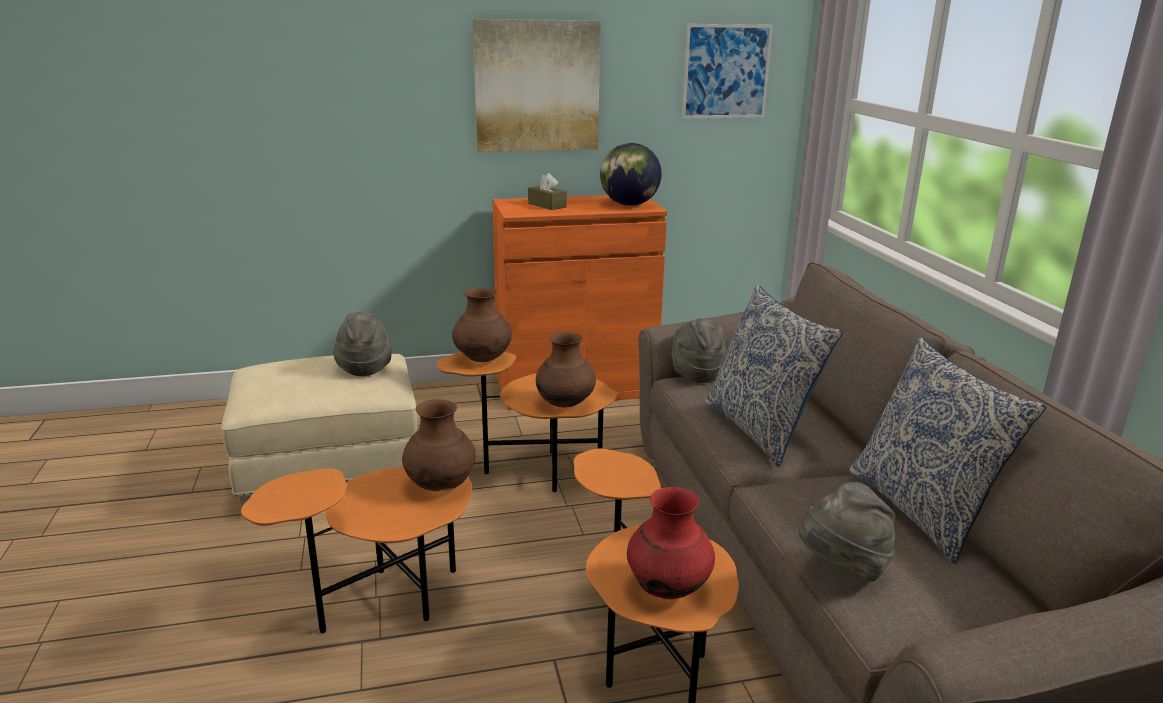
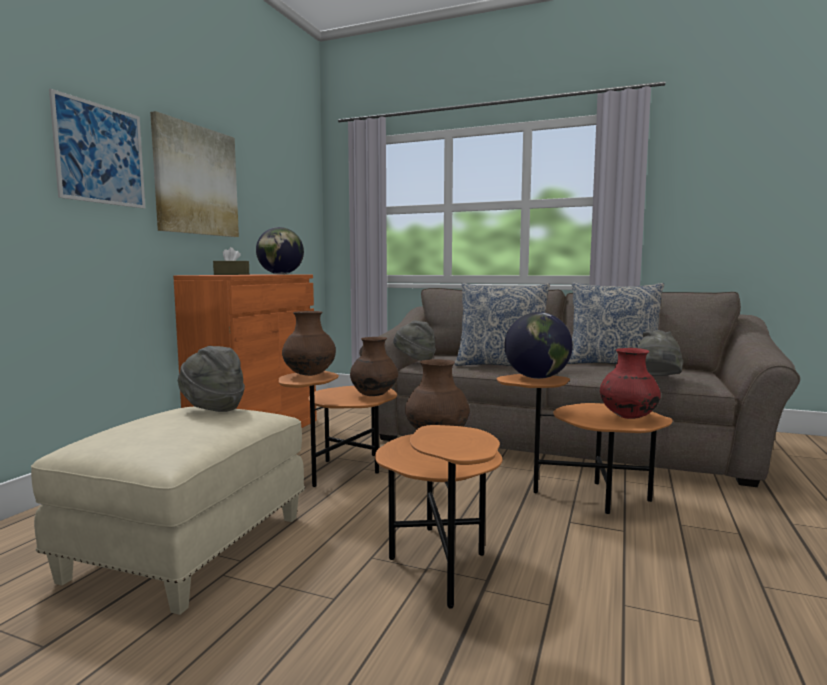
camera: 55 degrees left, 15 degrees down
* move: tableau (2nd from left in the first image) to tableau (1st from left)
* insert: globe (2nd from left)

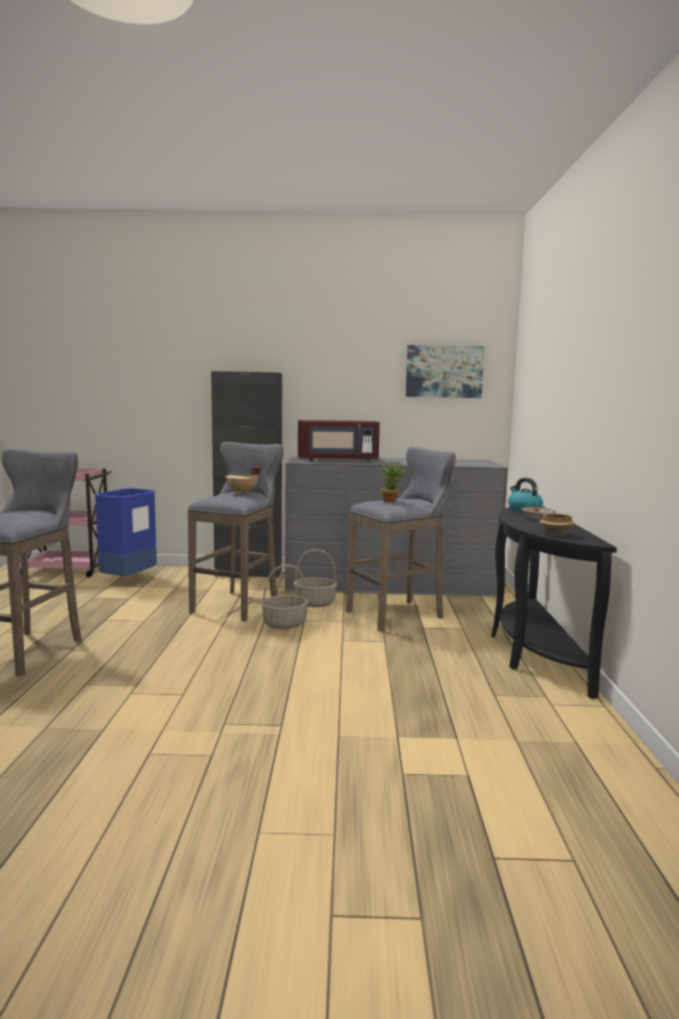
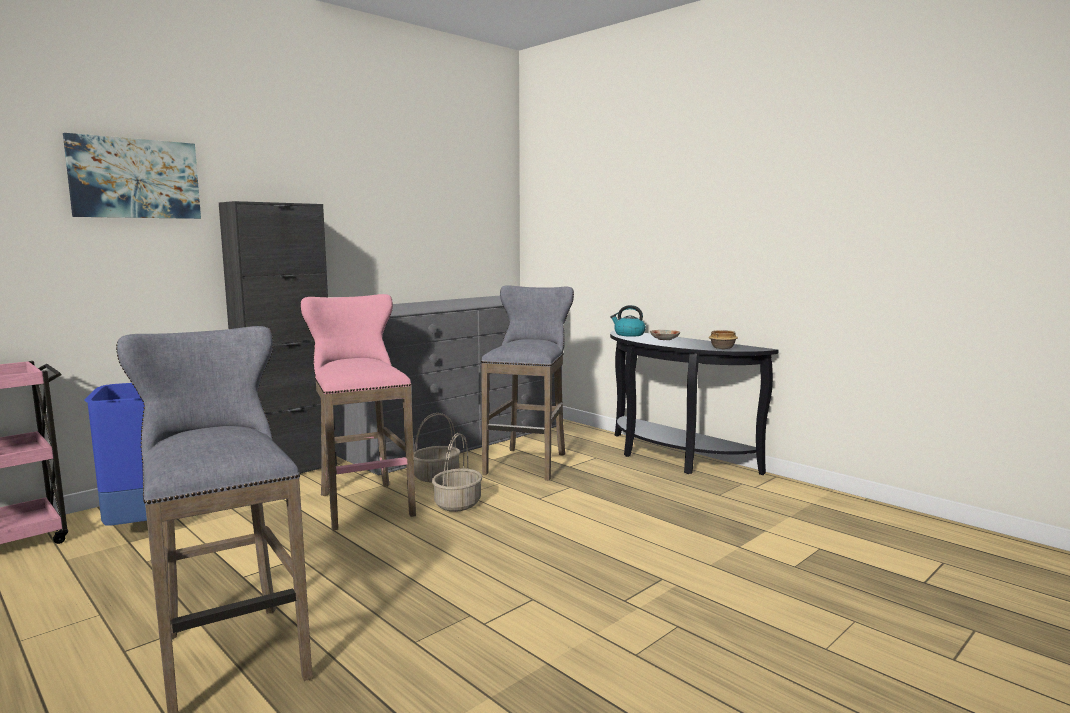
camera: 45 degrees left, 0 degrees up
* move: tableau
* delete: micro-ondes/rouge
* recolor: tabouret/gris (2nd from left) to tabouret/rose
* delete: plante en pot
* delete: marmite/beige

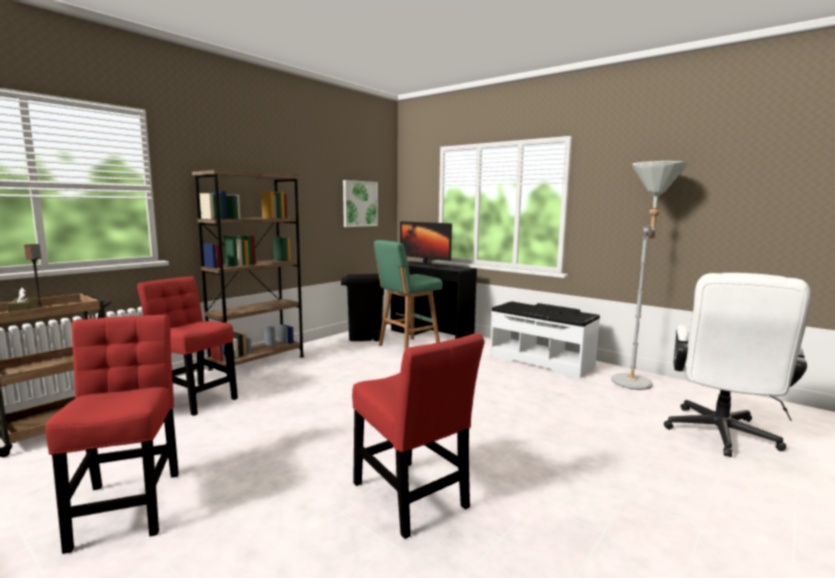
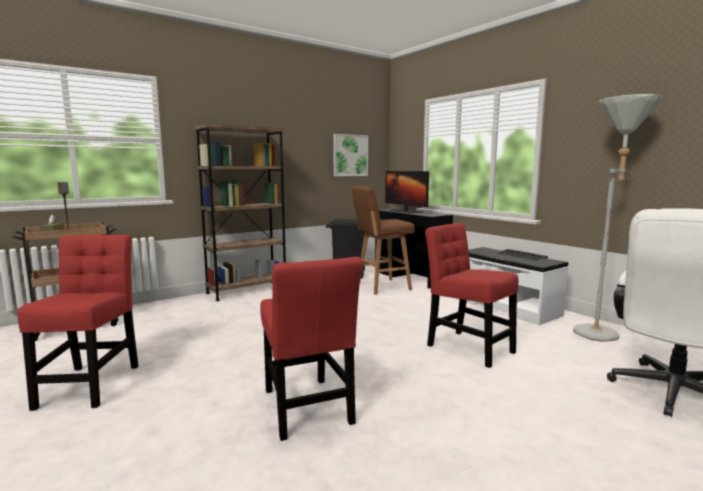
camera: 15 degrees right, 0 degrees up
* recolor: tabouret/vert to tabouret/marron
* move: chaise/rouge (2nd from left in the first image) to chaise/rouge (3rd from left)

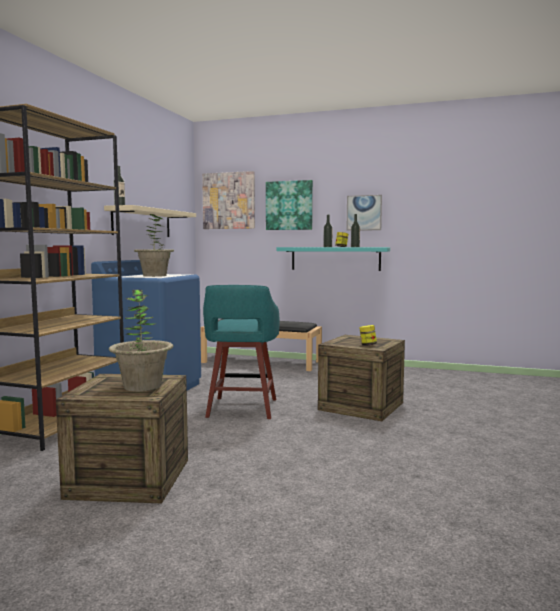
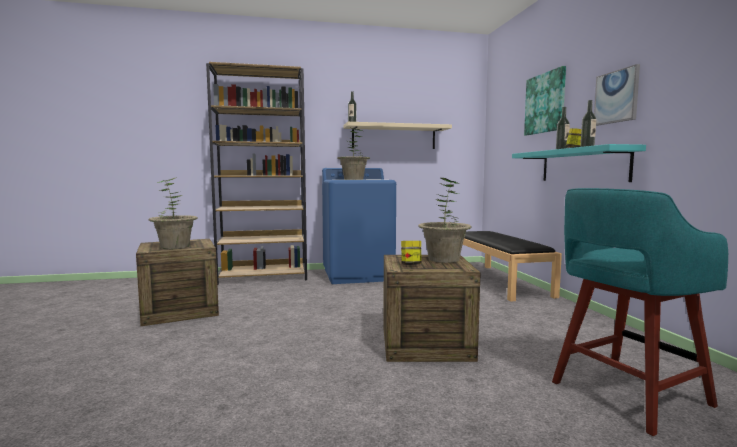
camera: 60 degrees right, 0 degrees up
* delete: tableau (1st from left)
* move: tabouret/turquoise
* insert: plante en pot (3rd from left)

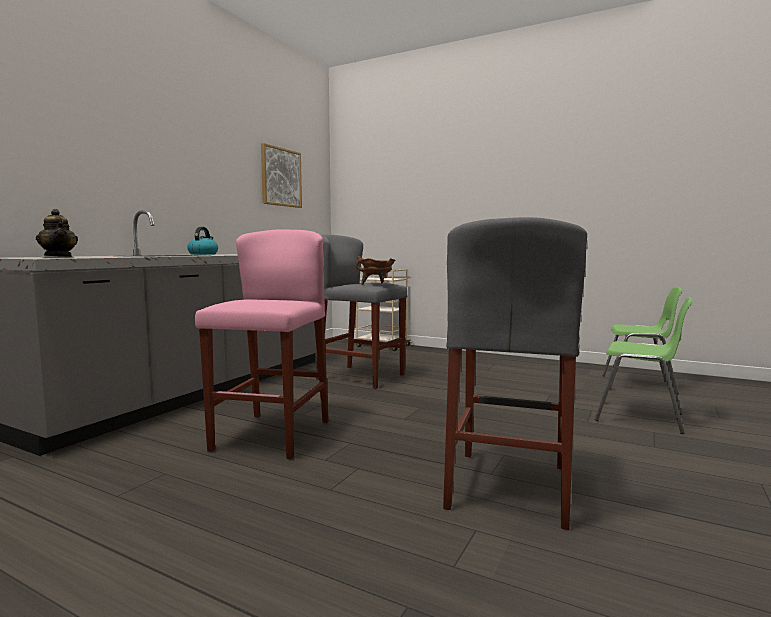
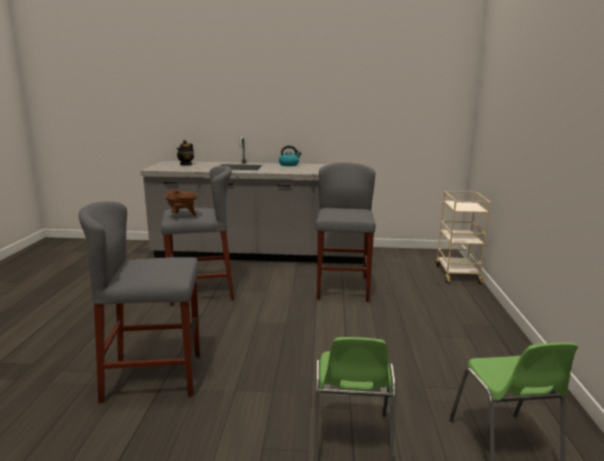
camera: 65 degrees right, 10 degrees up
* delete: tableau
* recolor: tabouret/rose to tabouret/gris (2nd from left)
* move: marmite/marron

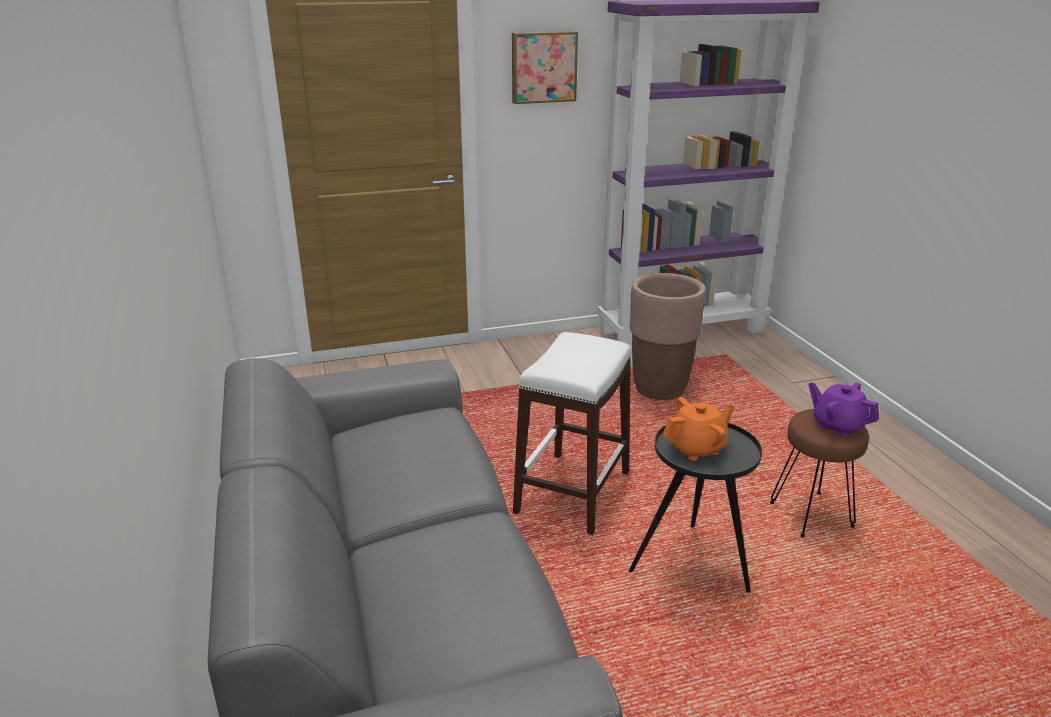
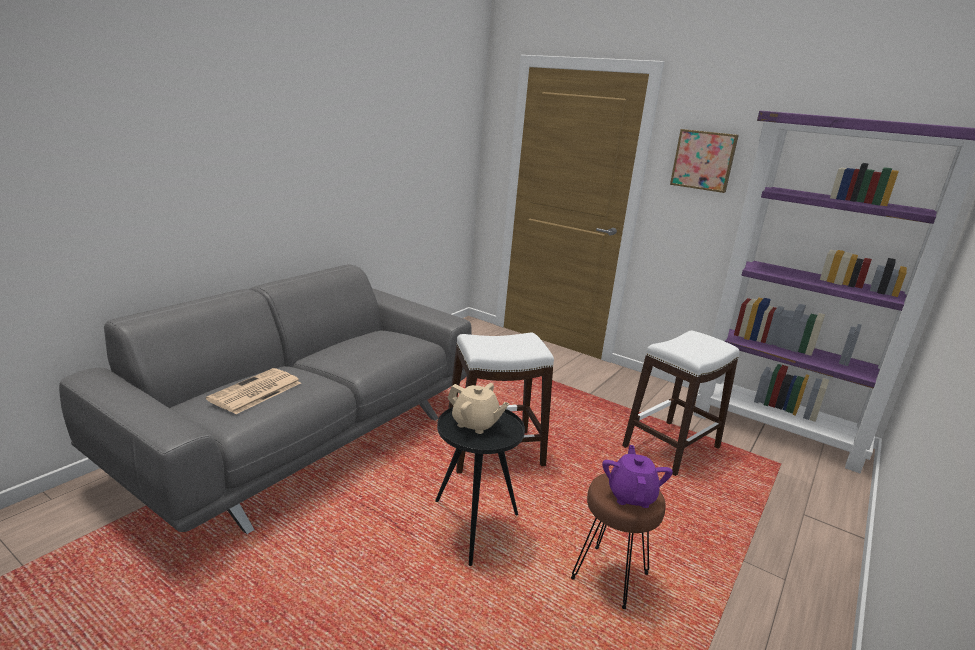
camera: 50 degrees right, 5 degrees down
* replace: cache-pot/marron to tabouret/blanc (2nd from left)
* recolor: théière/orange to théière/beige
* insert: journal

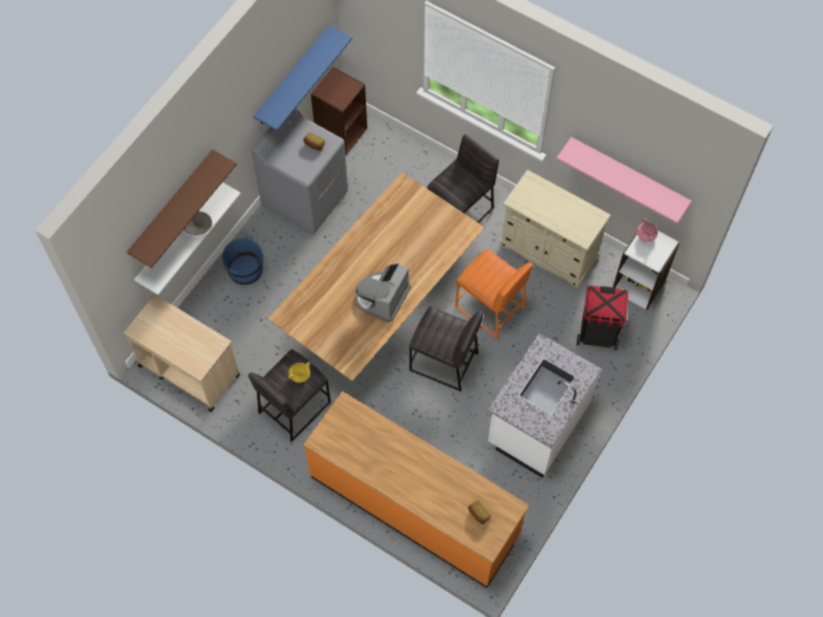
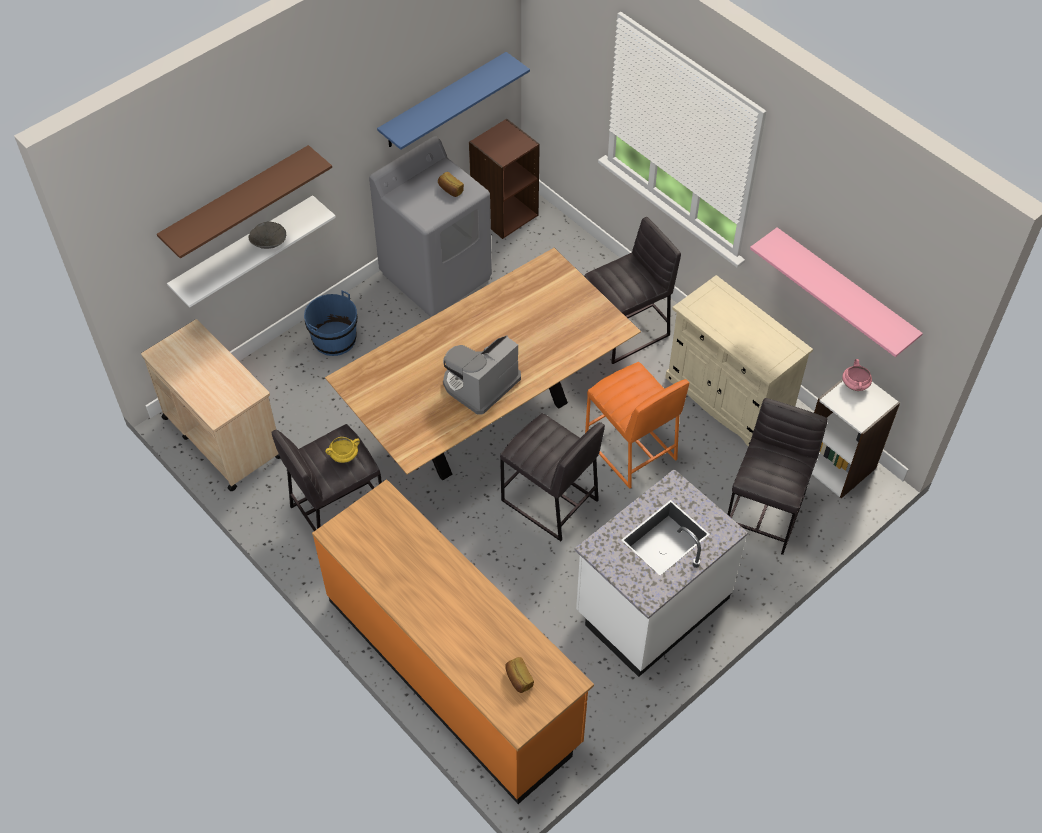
camera: 15 degrees right, 10 degrees down
* replace: poubelle/noir to tabouret/gris (4th from left)

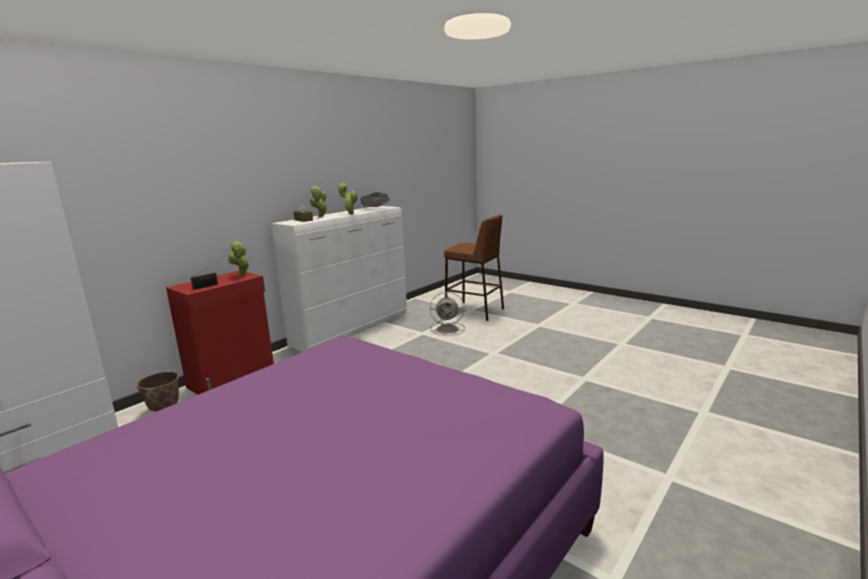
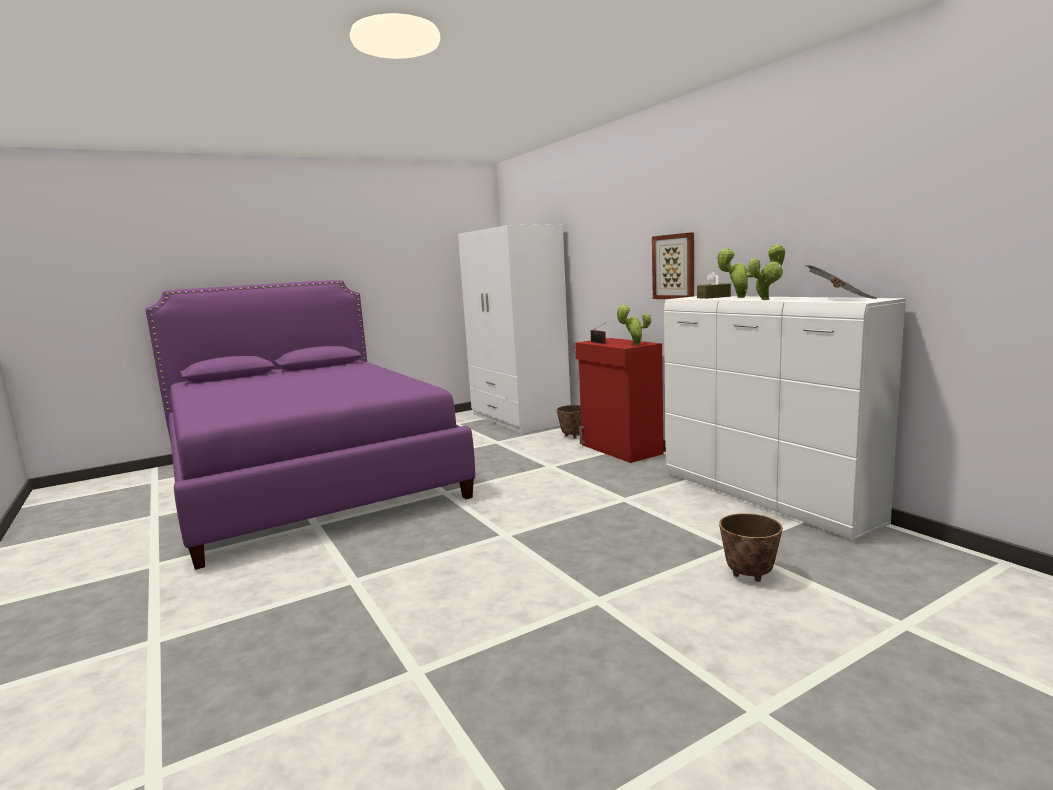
camera: 110 degrees right, 5 degrees down
* delete: tabouret/marron
* replace: ventilateur/gris to cache-pot (2nd from left)
* insert: tableau

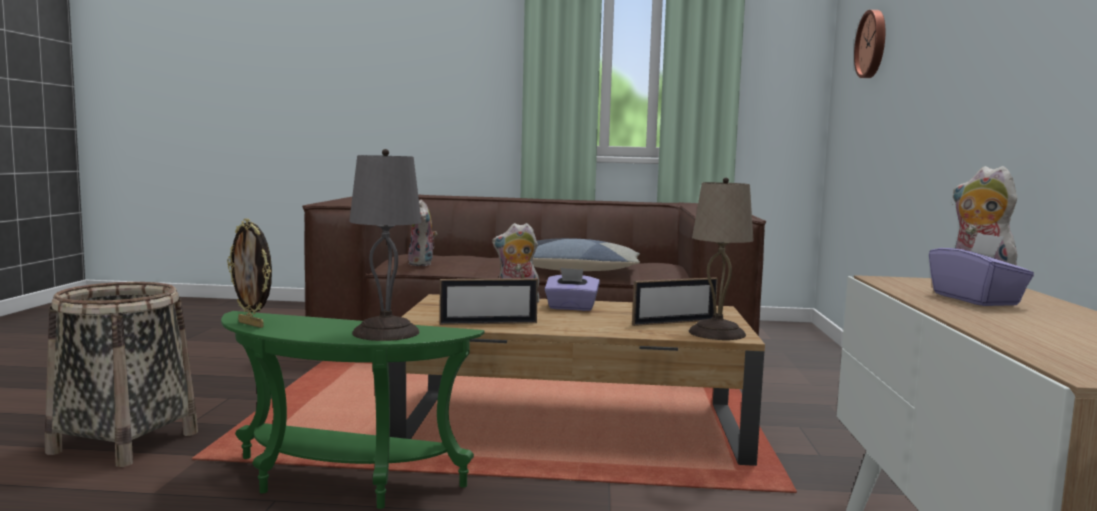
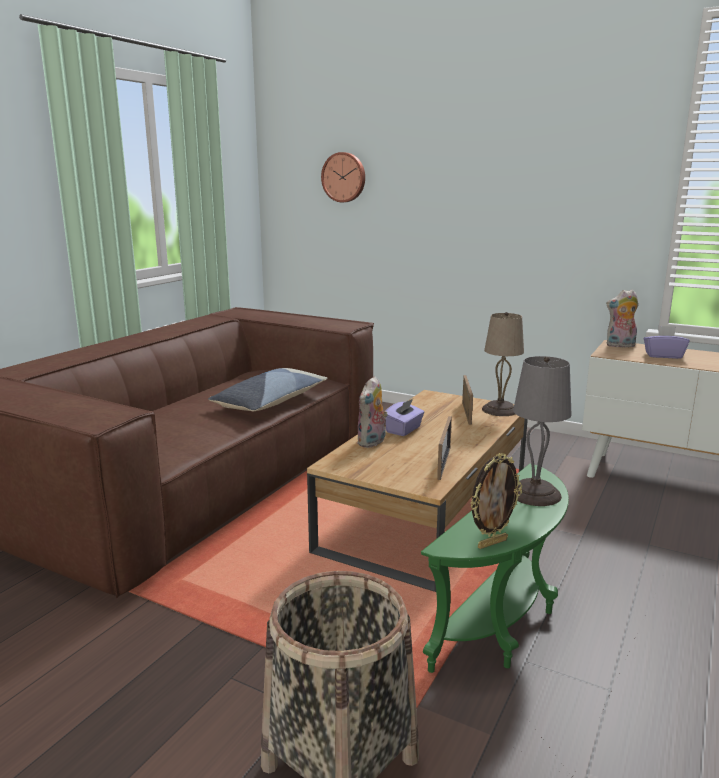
camera: 65 degrees left, 10 degrees up
* delete: peluche (1st from left)

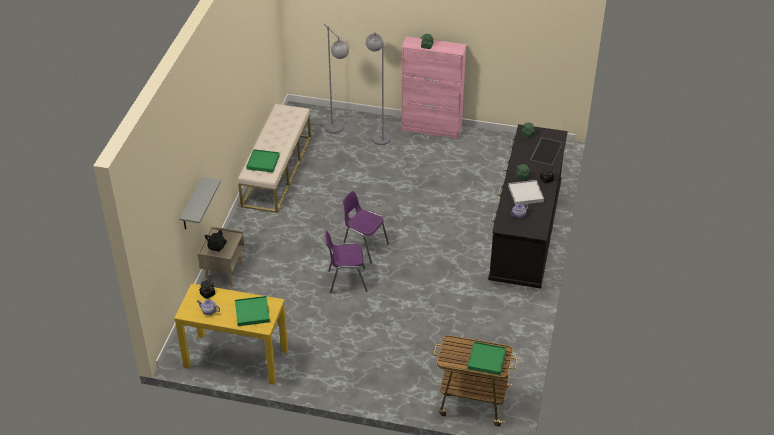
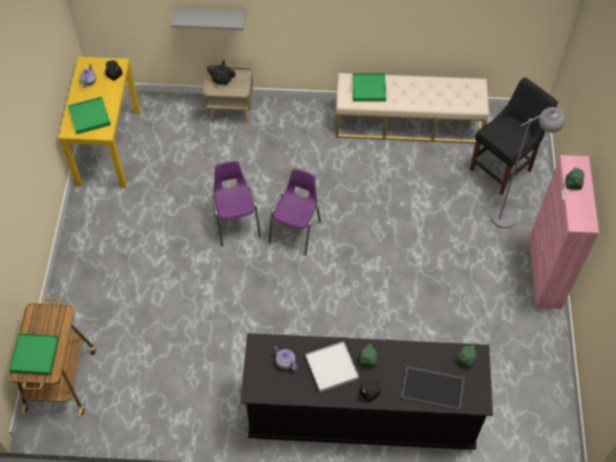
camera: 80 degrees right, 15 degrees up
* replace: lampadaire/gris (1st from left) to chaise/noir

